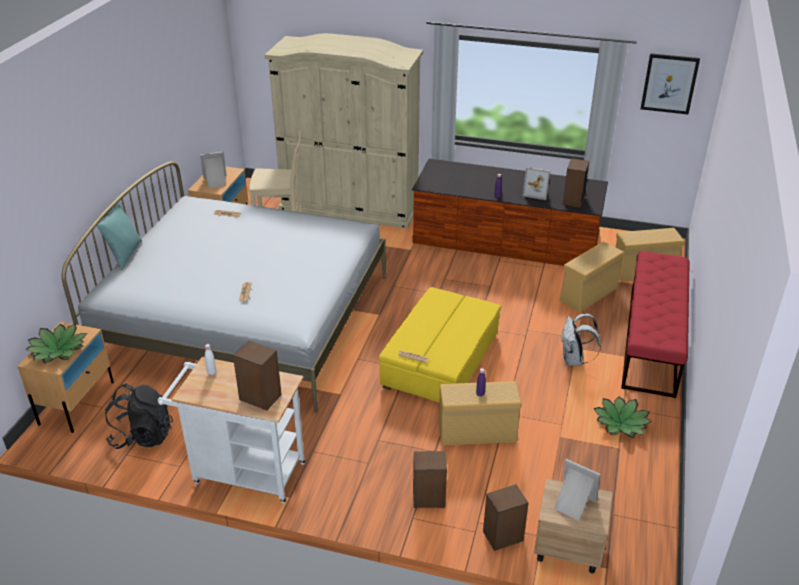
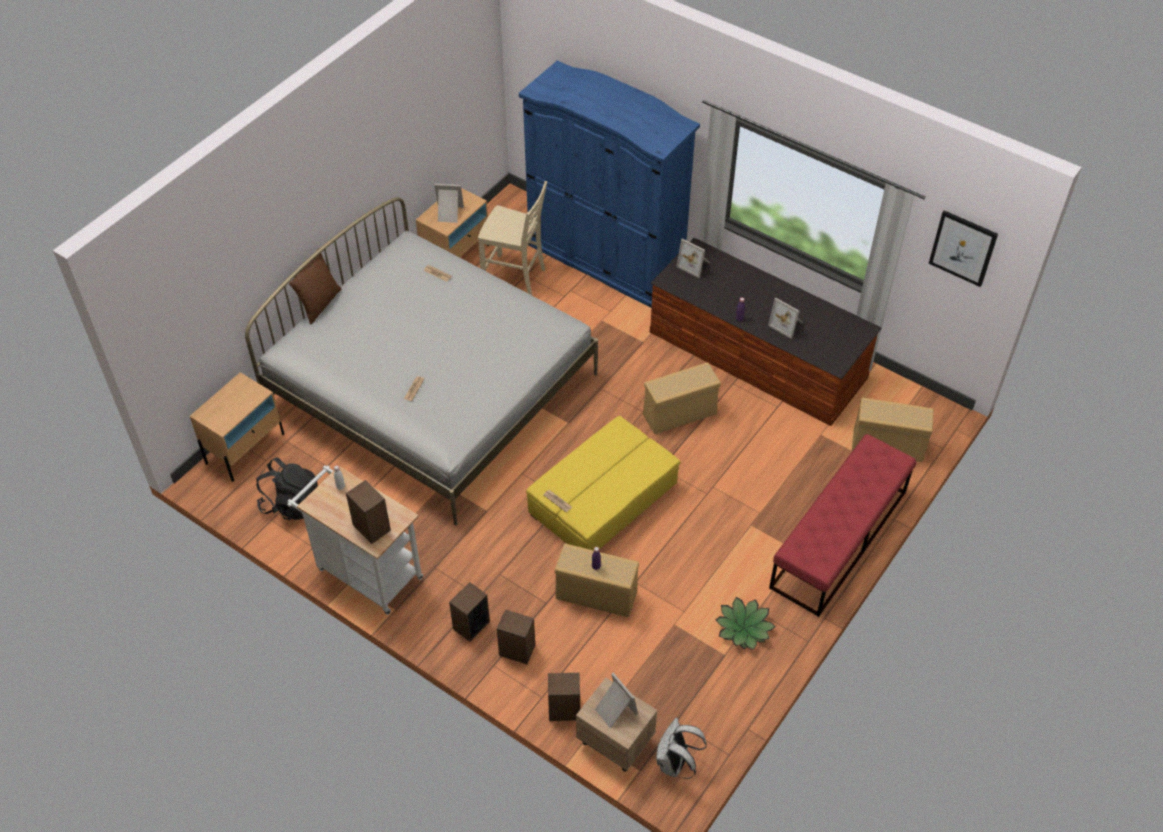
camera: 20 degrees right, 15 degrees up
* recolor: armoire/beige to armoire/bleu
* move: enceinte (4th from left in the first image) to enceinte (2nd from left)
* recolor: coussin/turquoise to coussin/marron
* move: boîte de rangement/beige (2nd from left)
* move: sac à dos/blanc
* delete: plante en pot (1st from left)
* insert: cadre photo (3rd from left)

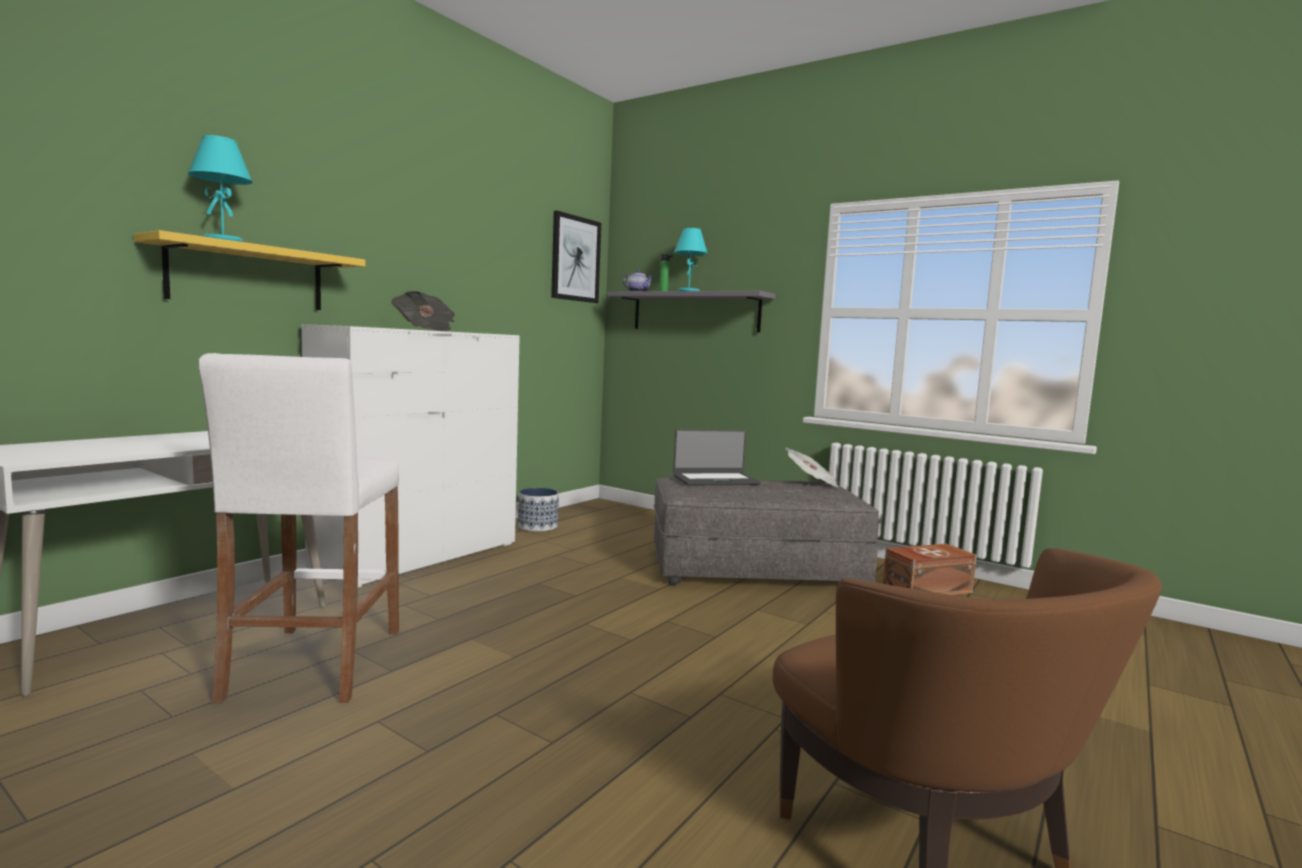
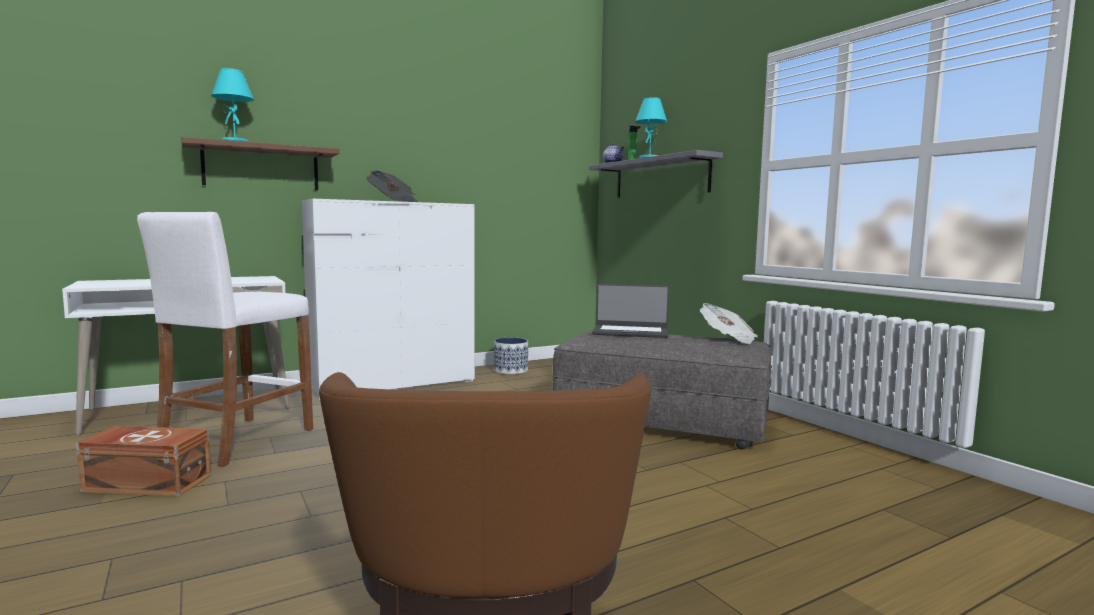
camera: 25 degrees right, 0 degrees up
* delete: tableau
* recolor: étagère/jaune to étagère/marron
* move: boîte de rangement/marron

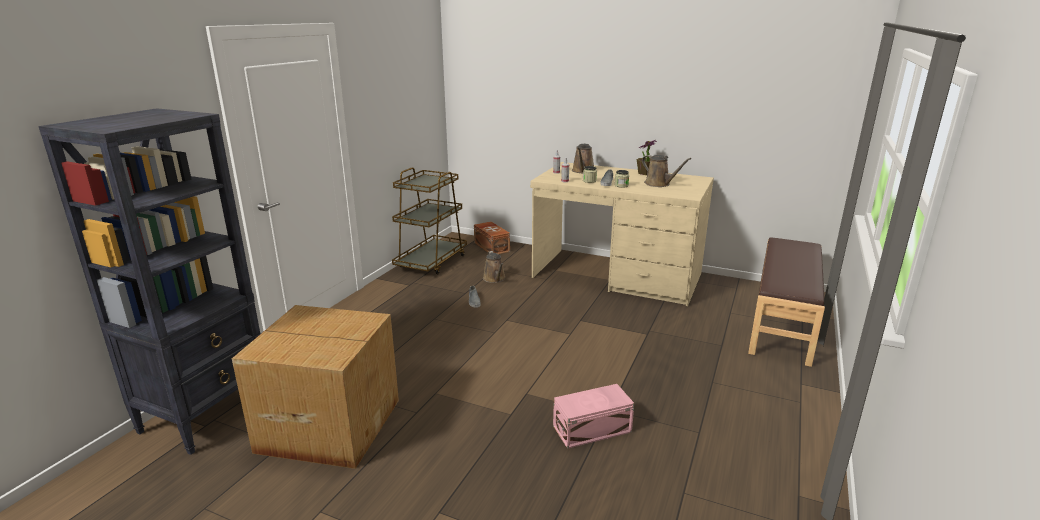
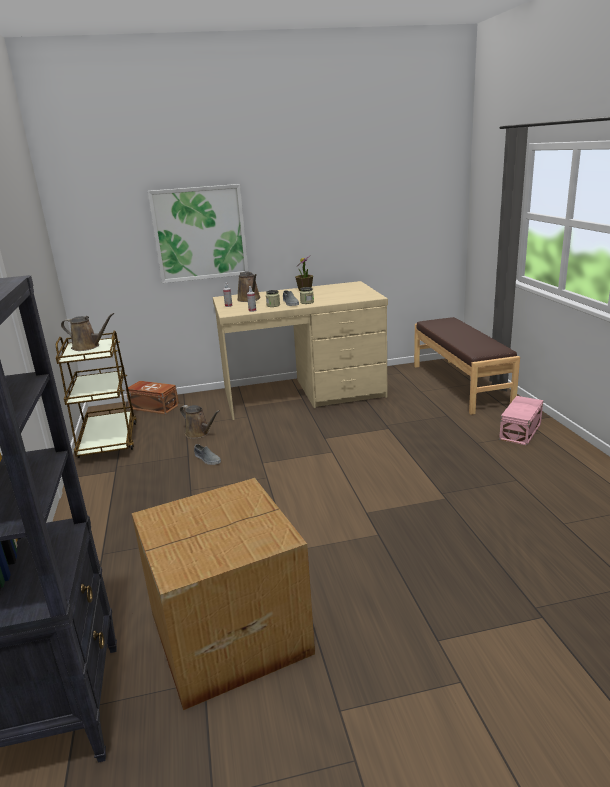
camera: 35 degrees left, 0 degrees up
* move: arrosoir/marron (3rd from left in the first image) to arrosoir/marron (1st from left)
* move: boîte de rangement/rose
* insert: tableau

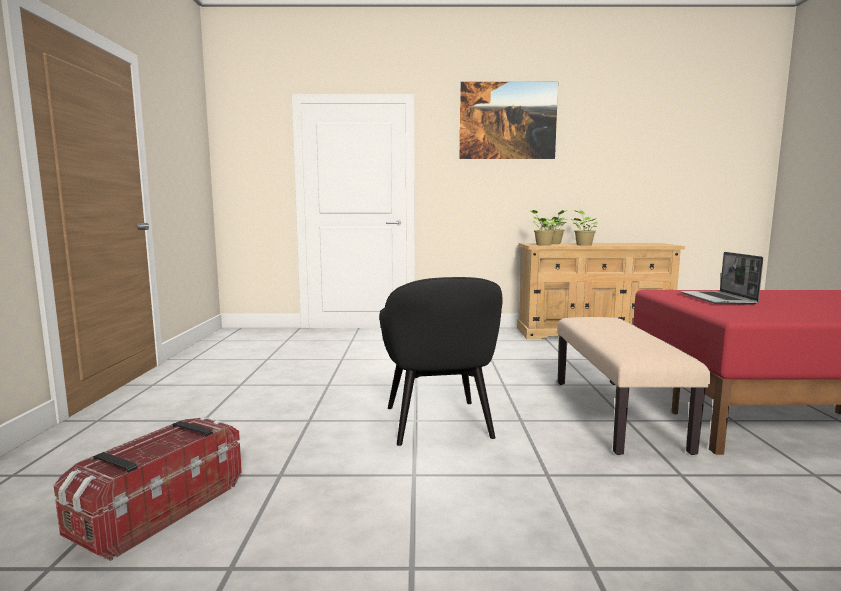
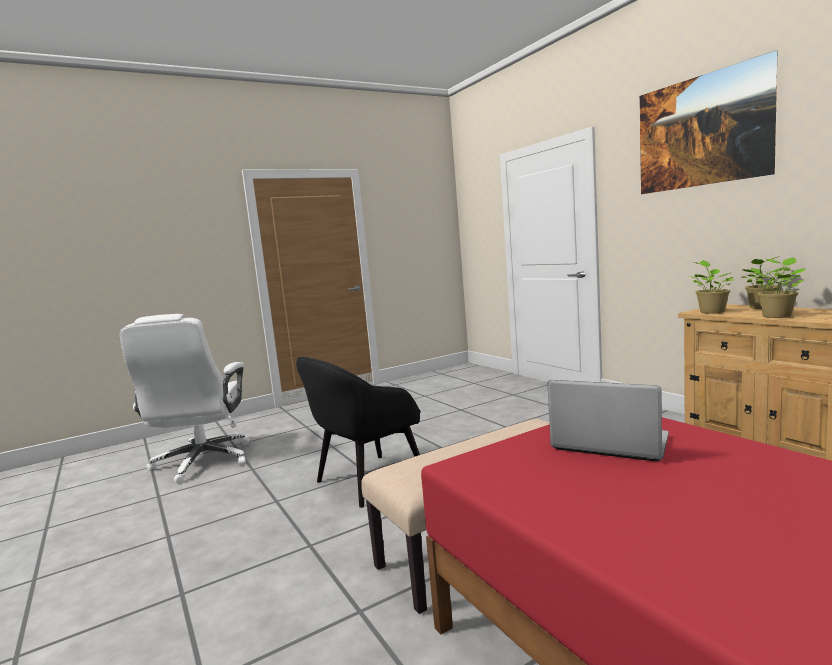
camera: 60 degrees right, 0 degrees up
* rotate: ordinateur portable 60 degrees clockwise
* replace: boîte de rangement to chaise de bureau/blanc

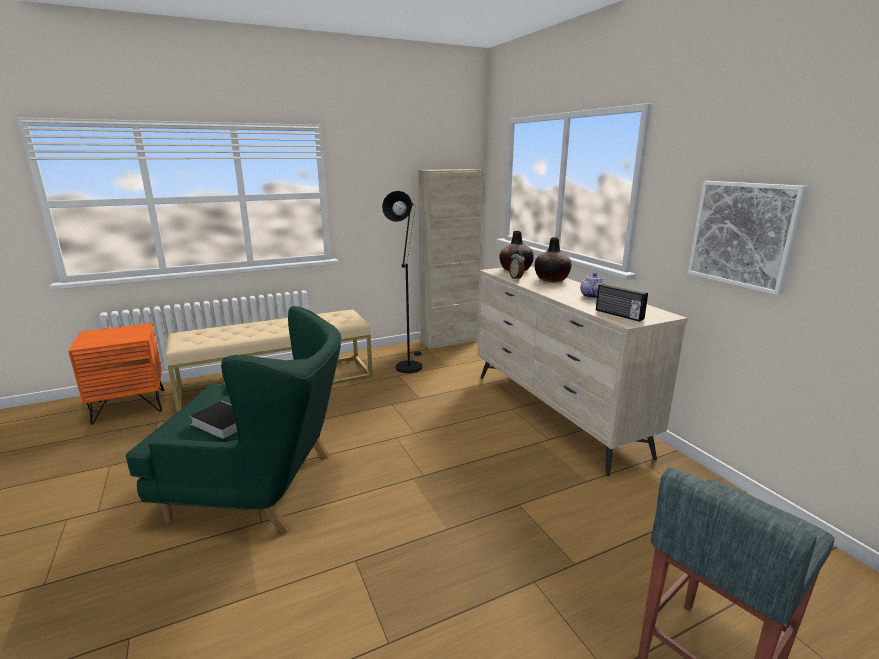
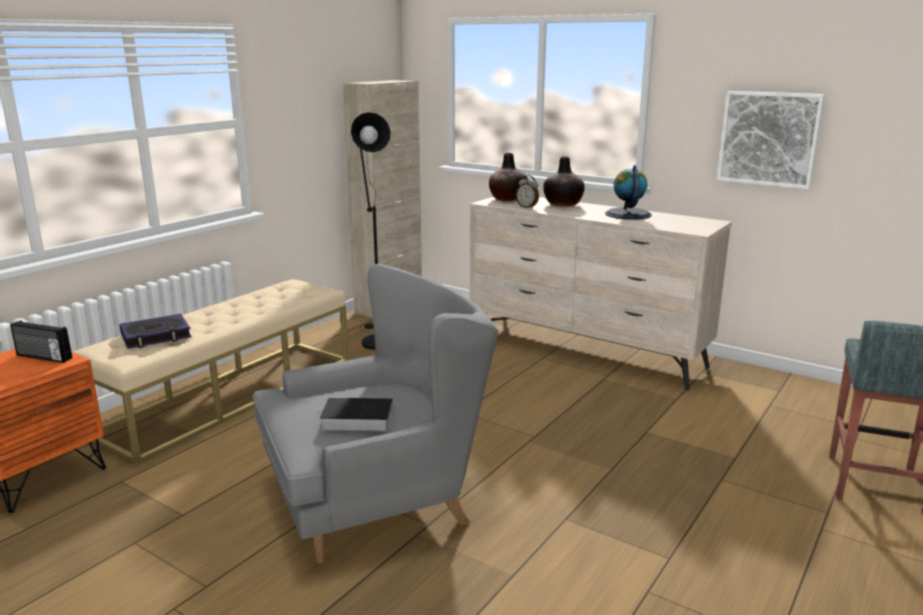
camera: 30 degrees left, 0 degrees up
* replace: théière to globe
* move: radio
* recolor: fauteuil/vert to fauteuil/gris
* insert: livre (1st from left)

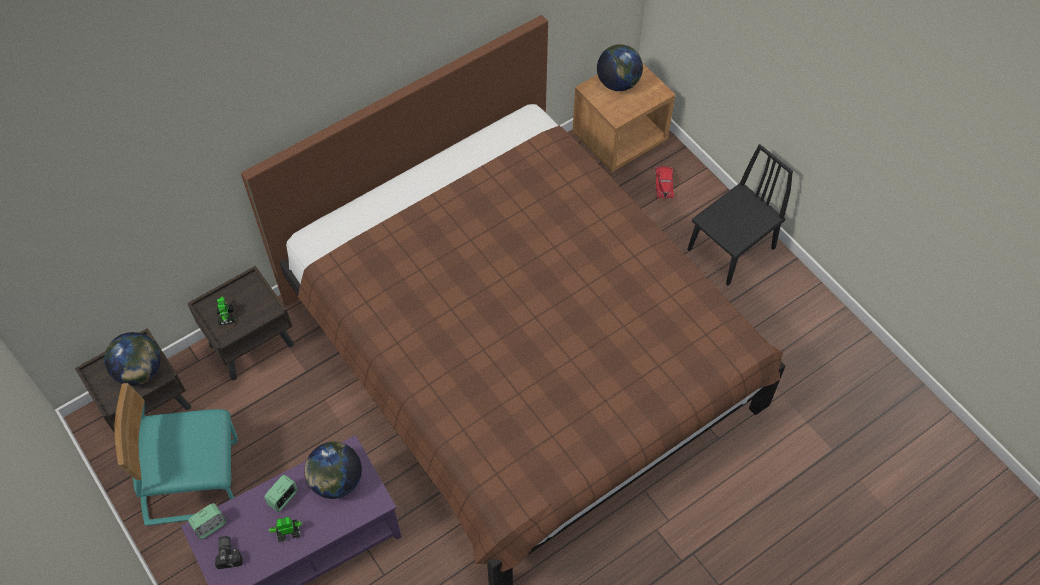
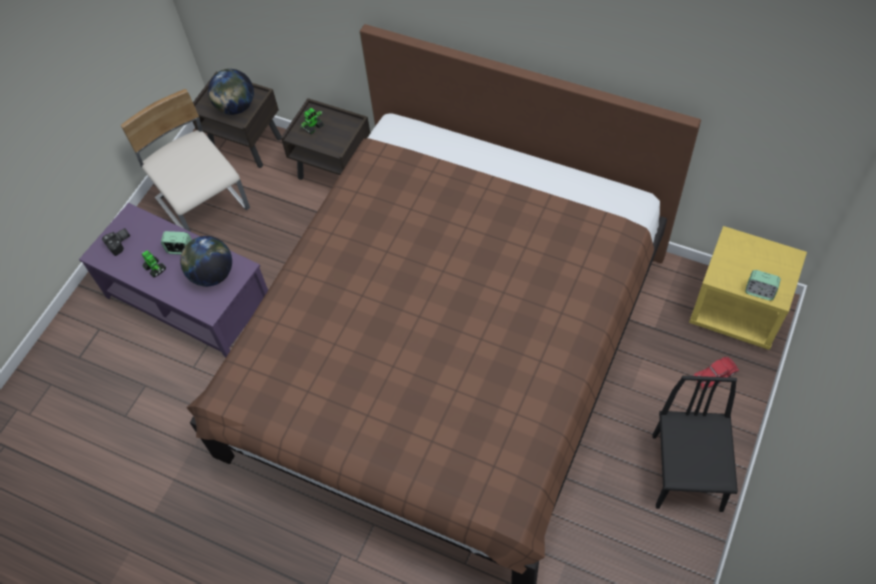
camera: 65 degrees right, 0 degrees up
* delete: globe (3rd from left)
* recolor: table de chevet/marron (3rd from left) to table de chevet/jaune
* rotate: chaise/noir 105 degrees counterclockwise
* recolor: chaise/turquoise to chaise/beige
* move: réveil (1st from left in the first image) to réveil (2nd from left)

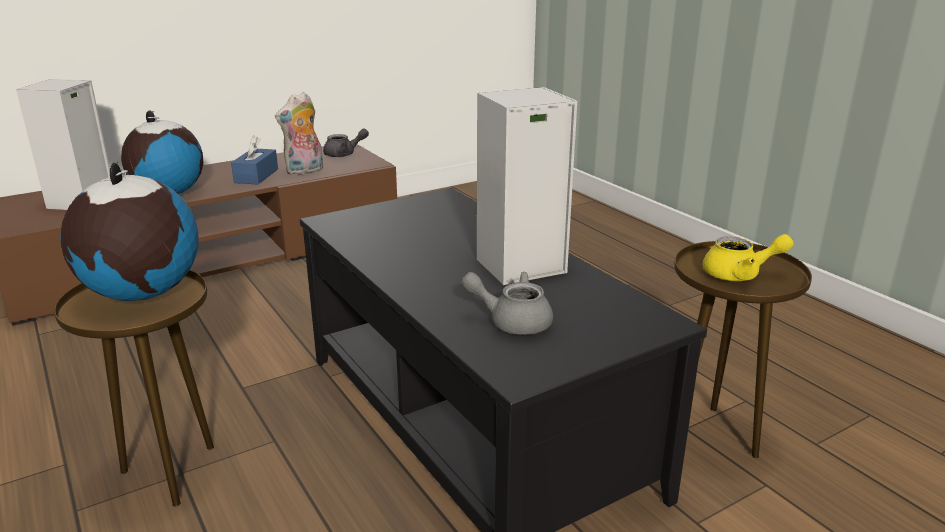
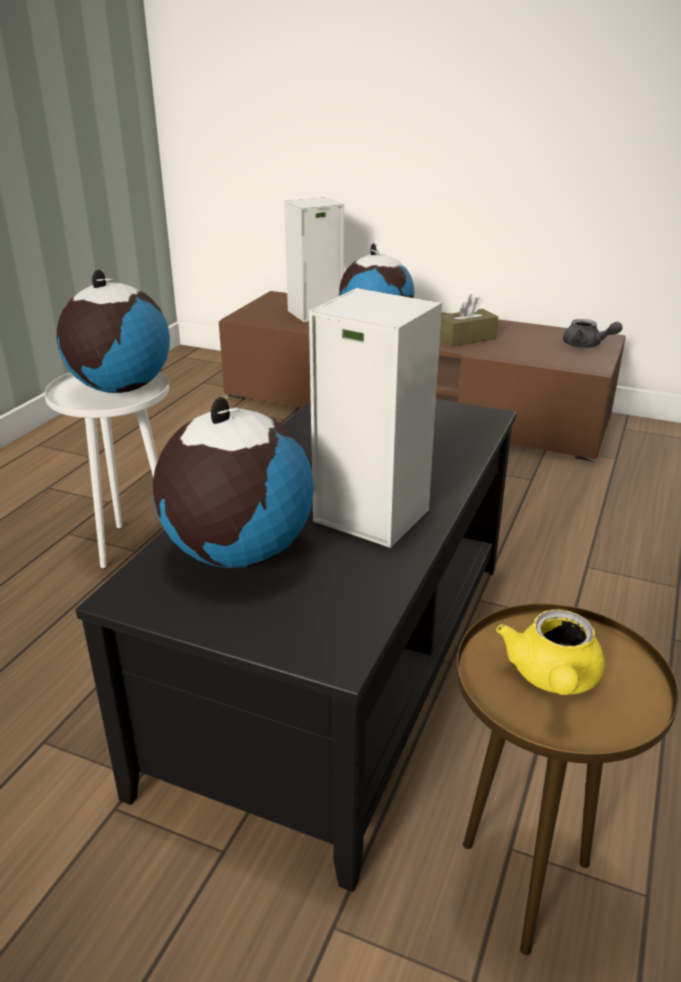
camera: 55 degrees right, 5 degrees up
* delete: peluche
* recolor: boîte à mouchoirs/bleu to boîte à mouchoirs/marron
* rotate: théière/jaune 45 degrees clockwise
* recolor: table d'appoint/marron (1st from left) to table d'appoint/blanc
* replace: théière/gris (2nd from left) to globe (2nd from left)

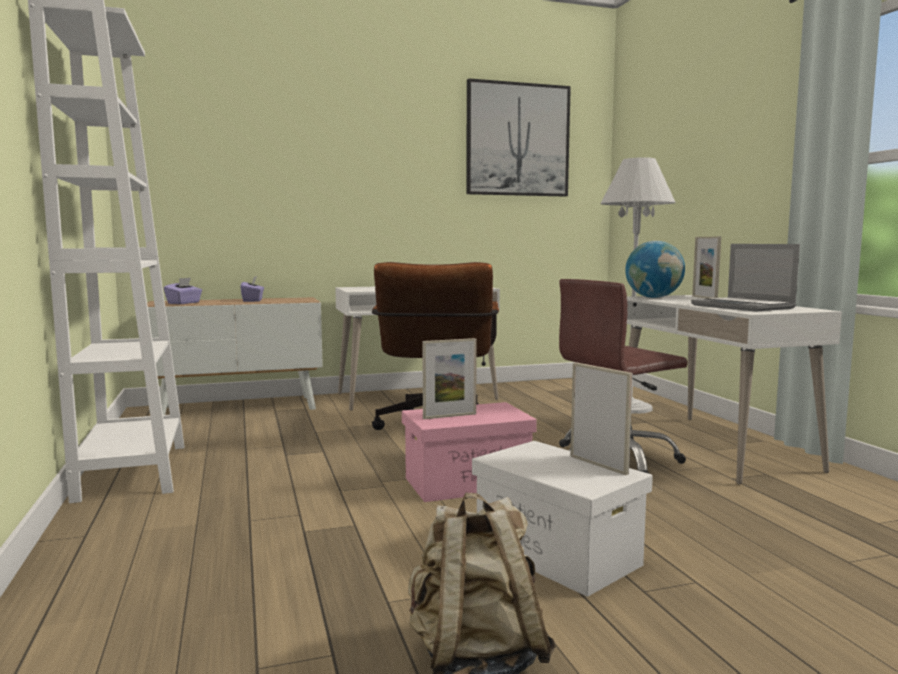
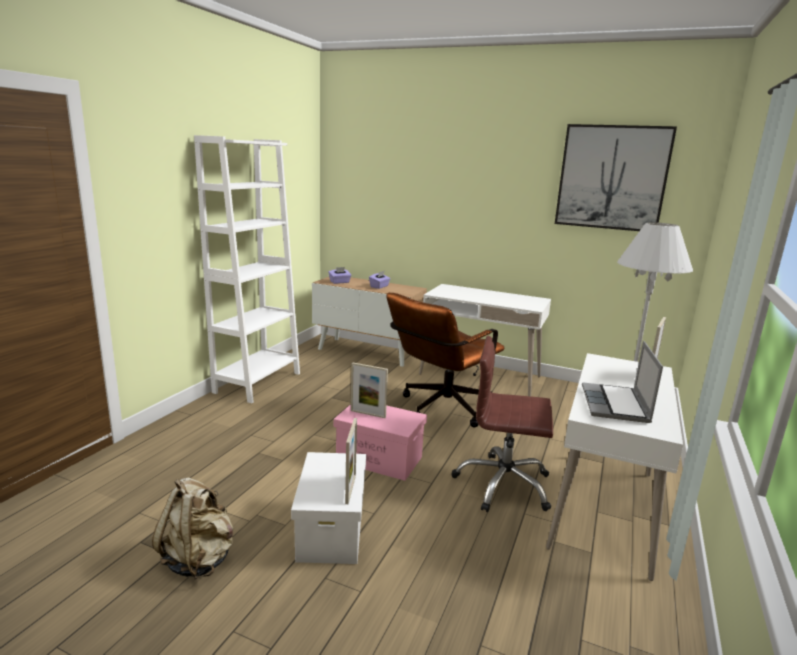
camera: 40 degrees right, 10 degrees up
* delete: globe

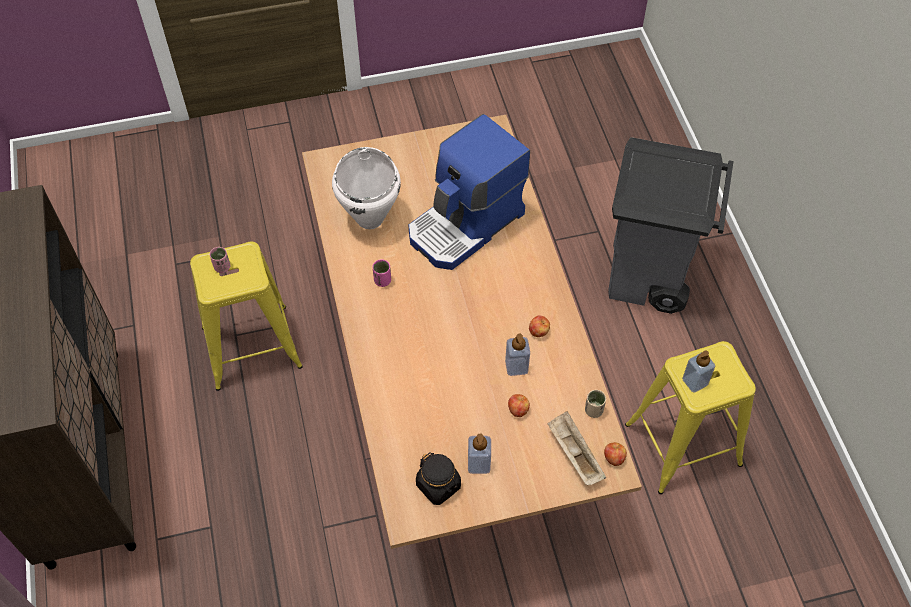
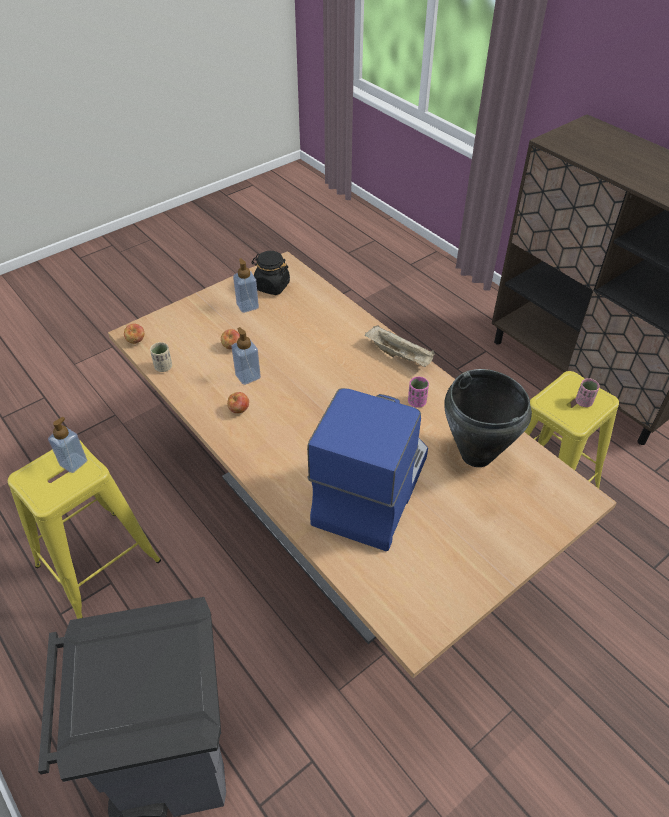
camera: 155 degrees right, 10 degrees down
* recolor: marmite/blanc to marmite/noir
* move: plateau/beige

